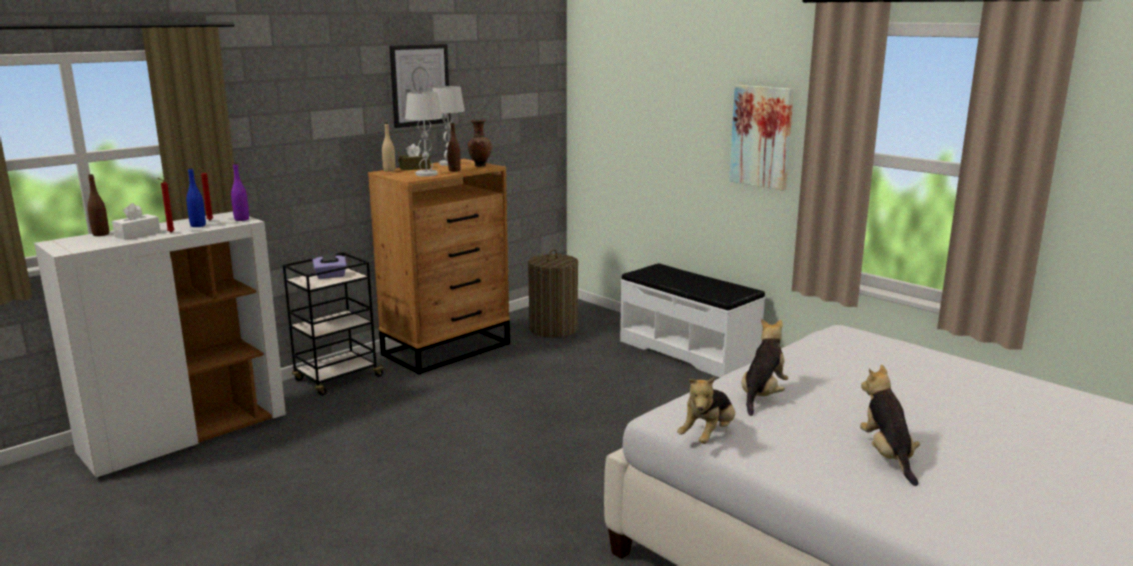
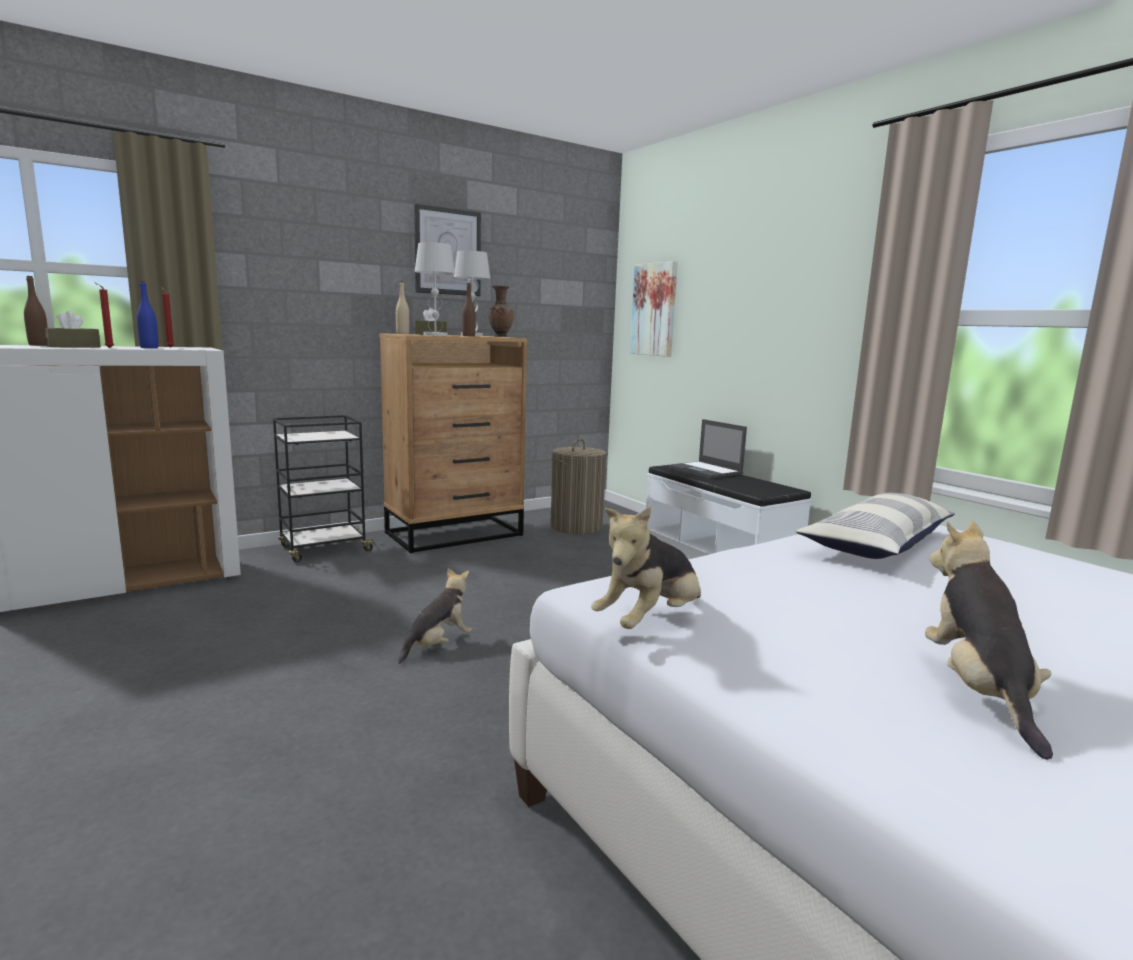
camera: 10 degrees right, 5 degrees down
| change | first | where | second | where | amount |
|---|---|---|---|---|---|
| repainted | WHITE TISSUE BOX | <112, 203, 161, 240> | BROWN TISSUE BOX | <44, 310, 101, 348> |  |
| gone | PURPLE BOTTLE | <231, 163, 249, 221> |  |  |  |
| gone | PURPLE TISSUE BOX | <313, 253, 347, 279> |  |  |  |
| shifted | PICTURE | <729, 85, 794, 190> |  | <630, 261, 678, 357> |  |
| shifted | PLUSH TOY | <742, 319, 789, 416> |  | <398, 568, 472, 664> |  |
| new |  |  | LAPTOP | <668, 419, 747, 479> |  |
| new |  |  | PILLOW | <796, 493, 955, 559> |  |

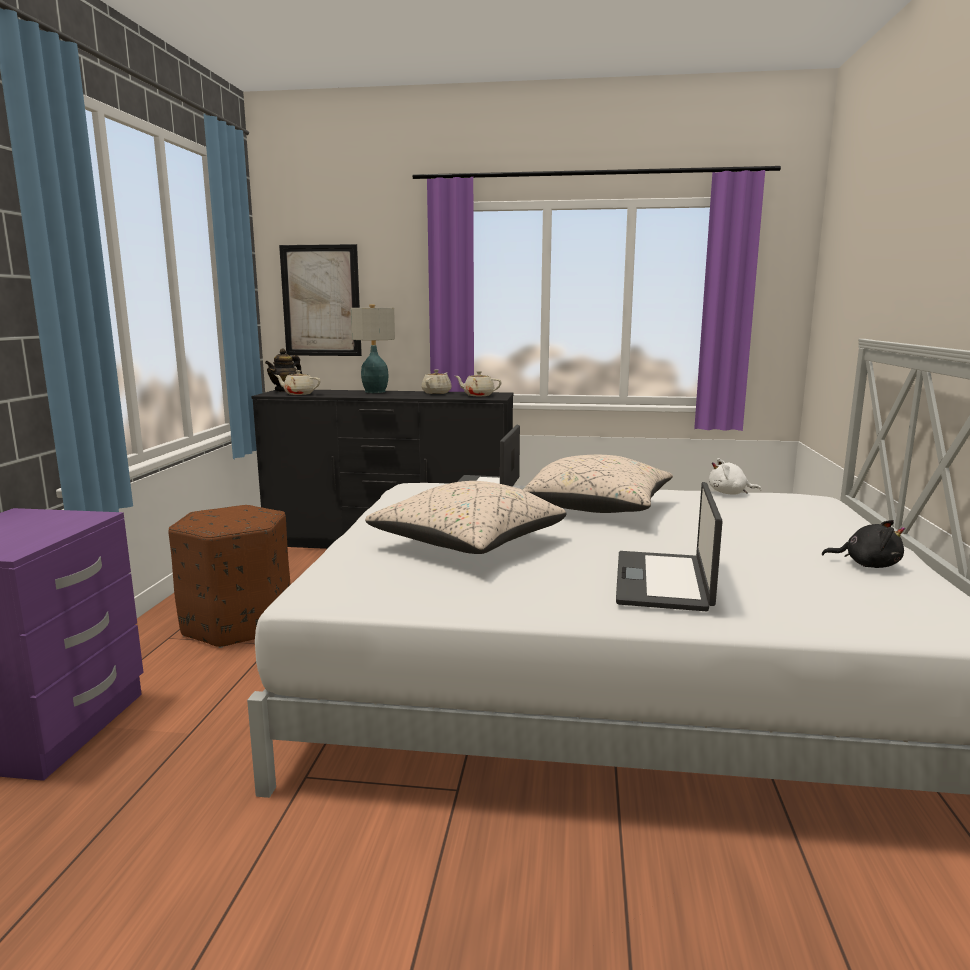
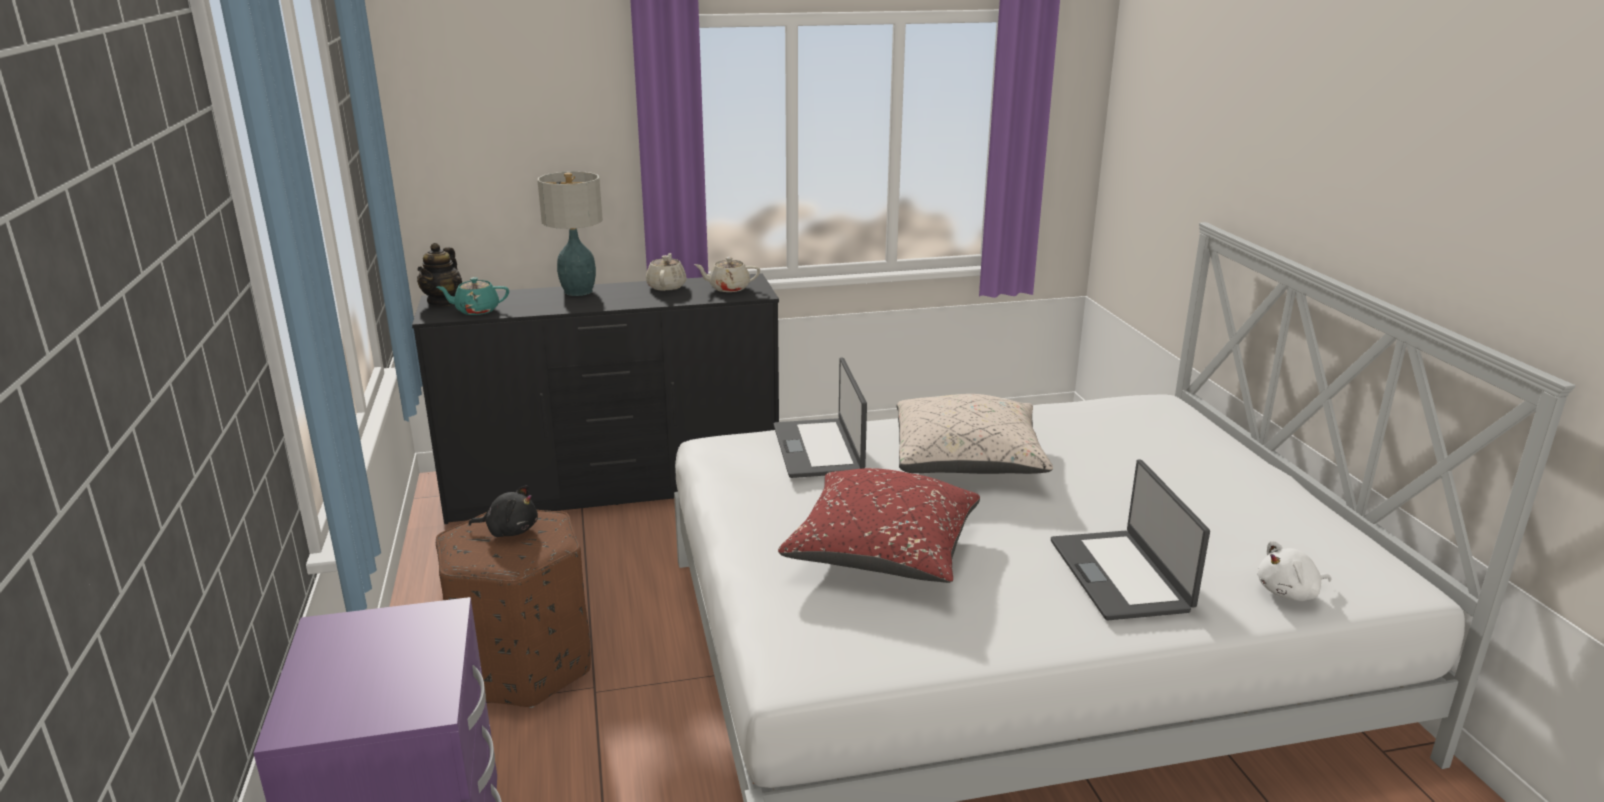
camera: 20 degrees left, 10 degrees up
| change | first | where | second | where | amount |
|---|---|---|---|---|---|
| repainted | BEIGE TEAPOT | <275, 370, 321, 395> | TURQUOISE TEAPOT | <437, 277, 509, 315> |  |
| gone | PICTURE | <279, 244, 362, 356> |  |  |  |
| repainted | BEIGE PILLOW | <365, 481, 566, 554> | RED PILLOW | <778, 468, 980, 583> |  |
| shifted | WHITE PLUSH TOY | <709, 458, 762, 494> |  | <1258, 541, 1331, 601> |  |
| shifted | BLACK PLUSH TOY | <822, 520, 905, 568> |  | <469, 485, 538, 537> |  |

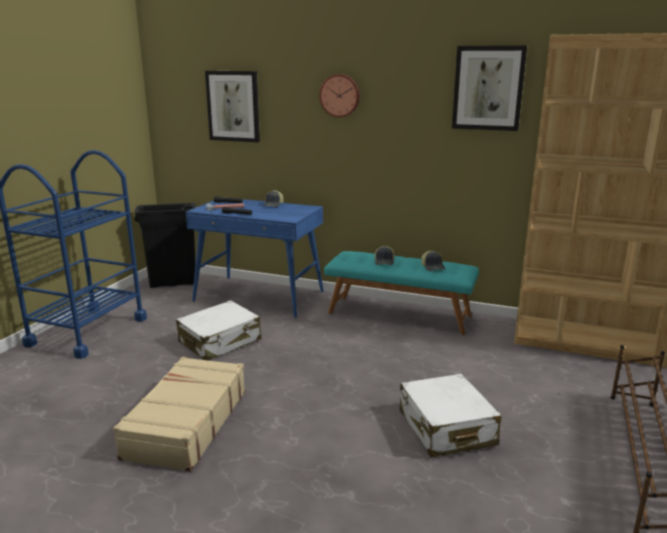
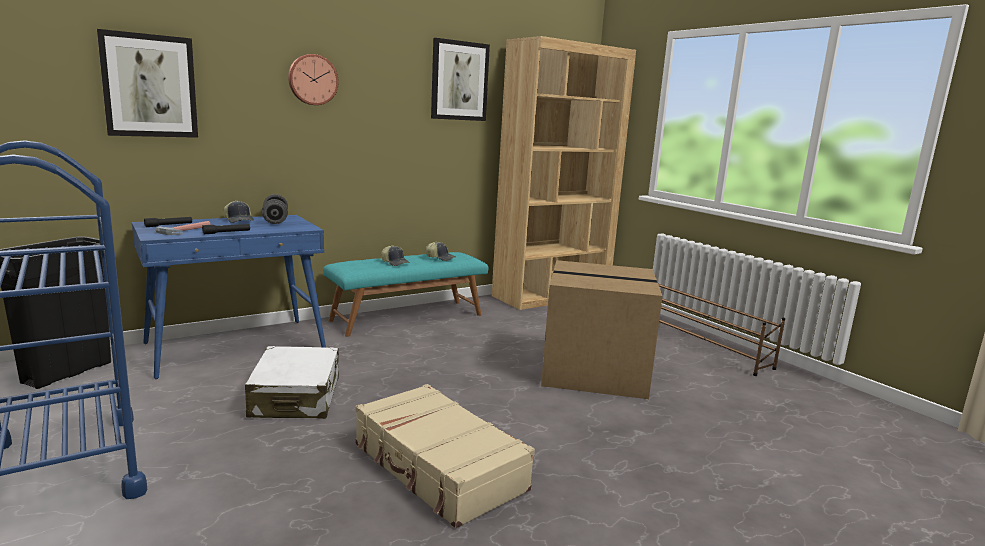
camera: 55 degrees left, 5 degrees down
| change | first | where | second | where | amount |
|---|---|---|---|---|---|
| swapped | WHITE SUITCASE | <400, 374, 502, 457> | CARDBOARD BOX | <541, 260, 663, 399> |  |
| new |  |  | GREY DUMBBELL | <262, 194, 288, 224> |  |

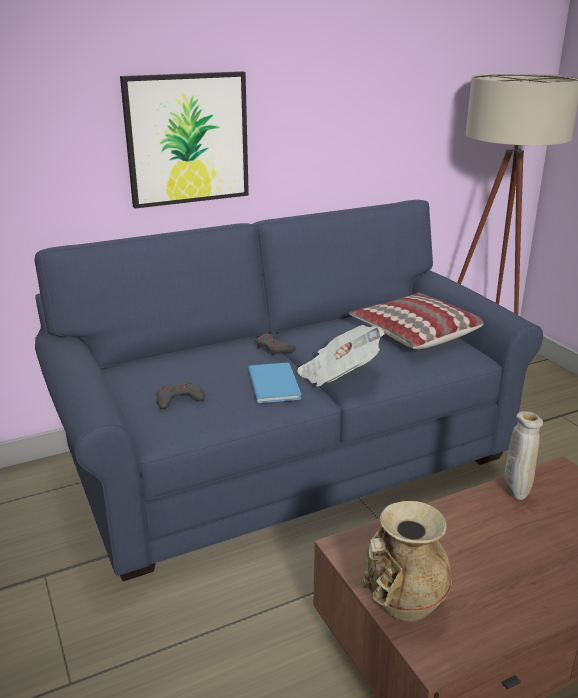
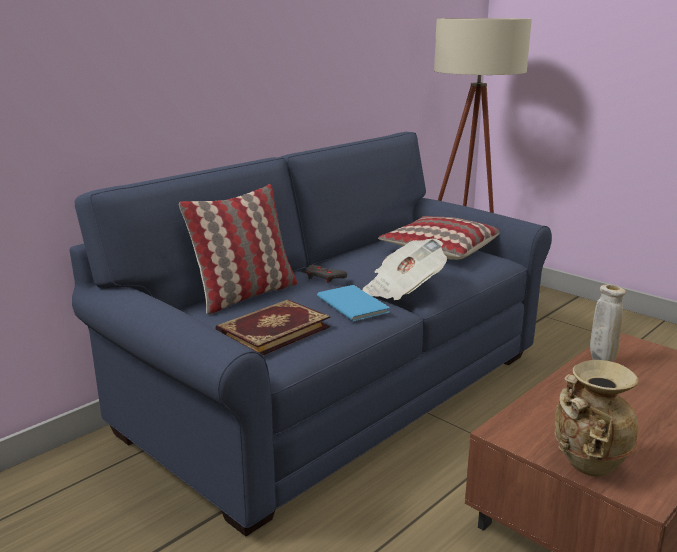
camera: 20 degrees left, 5 degrees down
| change | first | where | second | where | amount |
|---|---|---|---|---|---|
| gone | PICTURE | <120, 71, 249, 209> |  |  |  |
| swapped | GREY GAME CONTROLLER | <157, 382, 205, 409> | BOOK | <215, 299, 330, 355> |  |
| new |  |  | PILLOW | <179, 184, 297, 315> |  |

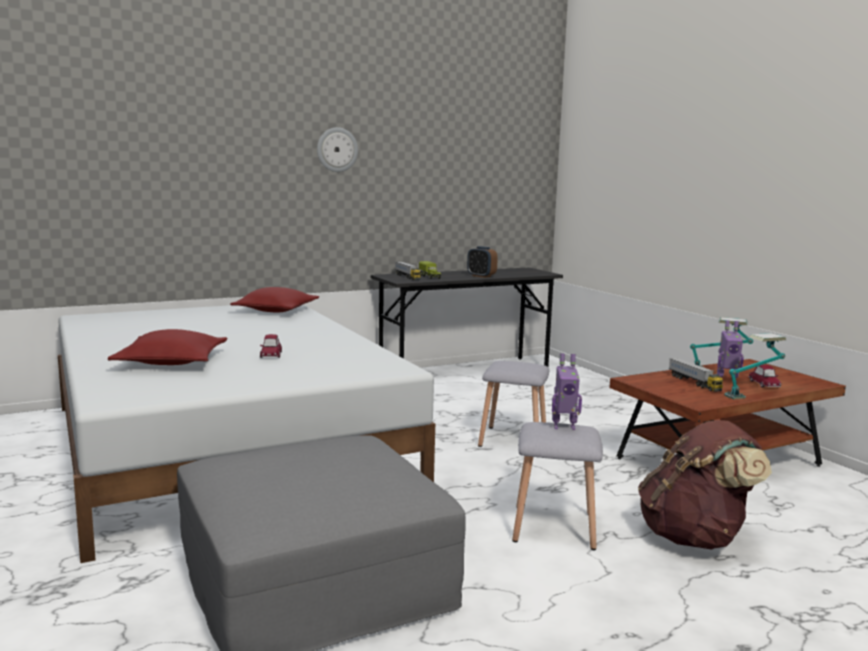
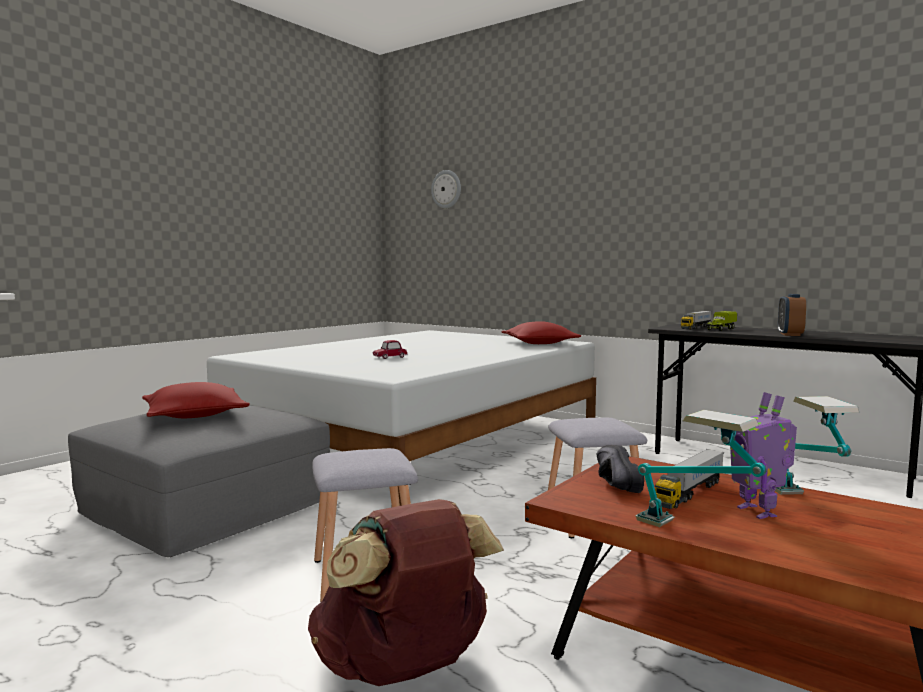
camera: 65 degrees right, 5 degrees down
| change | first | where | second | where | amount |
|---|---|---|---|---|---|
| shifted | RED PILLOW | <108, 329, 227, 365> |  | <142, 382, 250, 418> |  |
| shifted | WALL CLOCK | <317, 127, 358, 172> |  | <431, 170, 461, 209> |  |
| gone | TOY ROBOT | <552, 354, 582, 430> |  |  |  |
| gone | TOY CAR | <749, 365, 781, 388> |  |  |  |
| new |  |  | BLACK SHOE | <597, 445, 644, 493> |  |

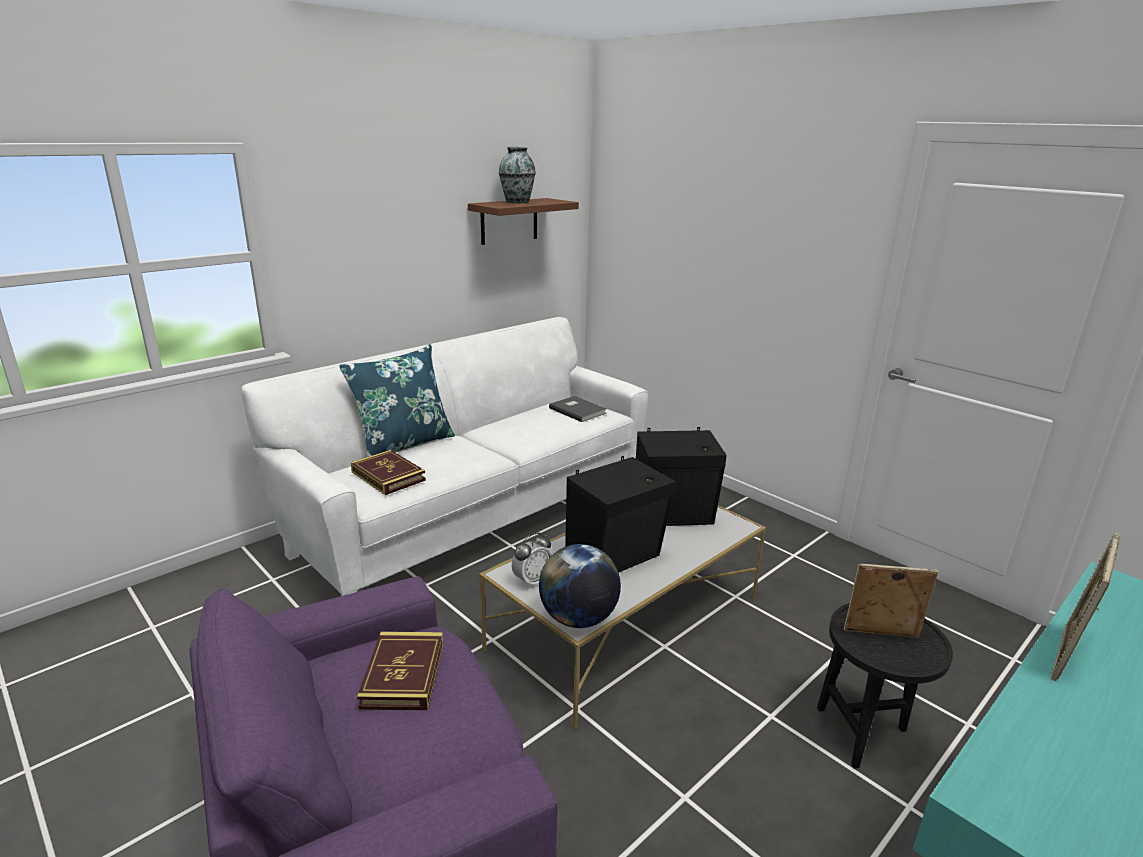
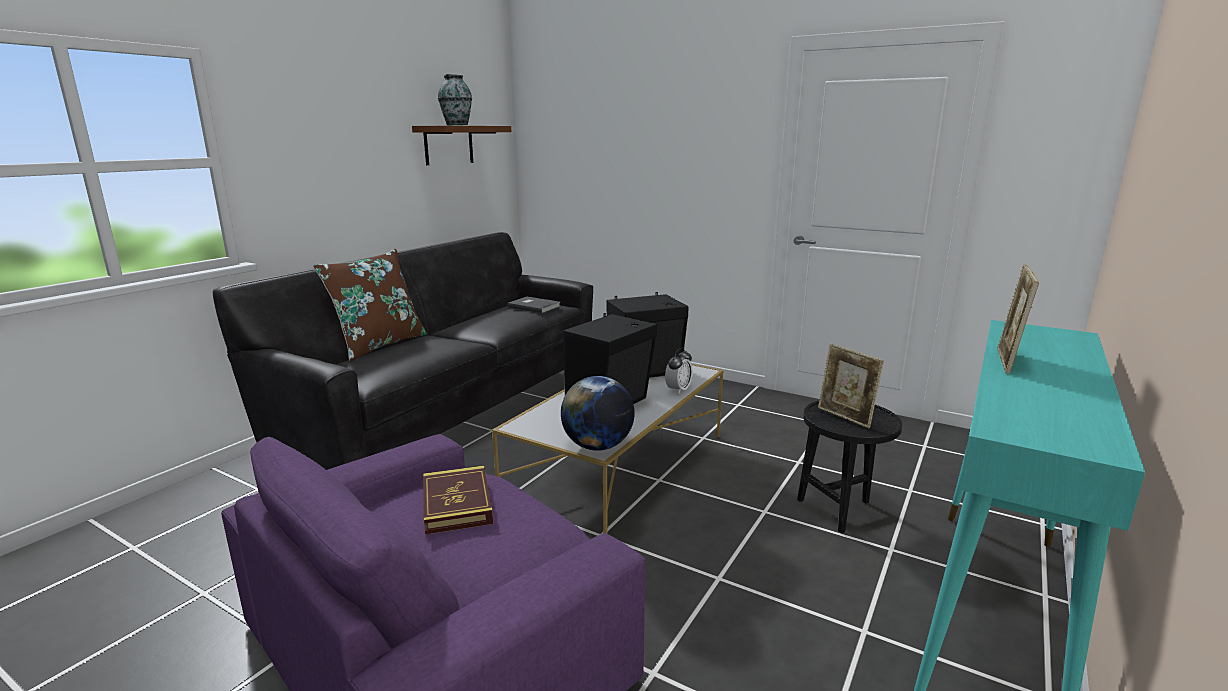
camera: 15 degrees left, 5 degrees down
| change | first | where | second | where | amount |
|---|---|---|---|---|---|
| repainted | WHITE SOFA | <242, 317, 649, 596> | BLACK SOFA | <213, 232, 593, 470> |  |
| repainted | BLUE PILLOW | <339, 344, 455, 457> | BROWN PILLOW | <313, 249, 427, 361> |  |
| gone | BOOK | <351, 450, 426, 495> |  |  |  |
| shifted | ALARM CLOCK | <512, 533, 552, 589> |  | <665, 348, 693, 394> |  |
| rotated | PICTURE FRAME | <844, 564, 938, 638> |  | <818, 344, 884, 428> | 120 degrees counterclockwise |

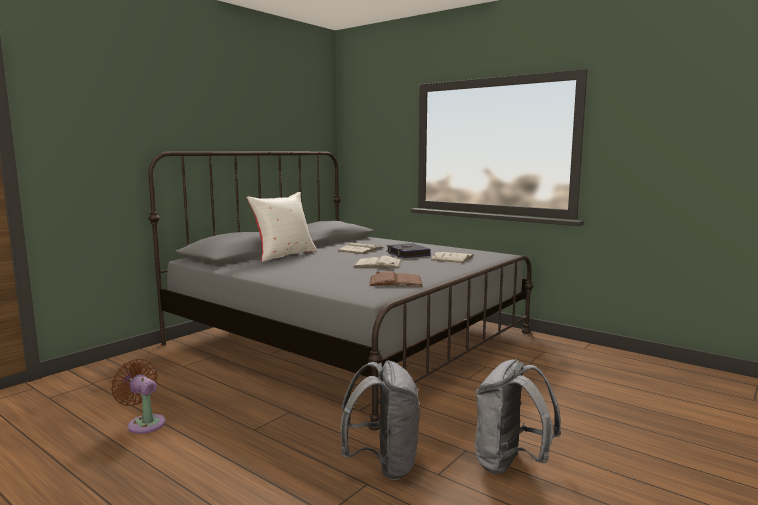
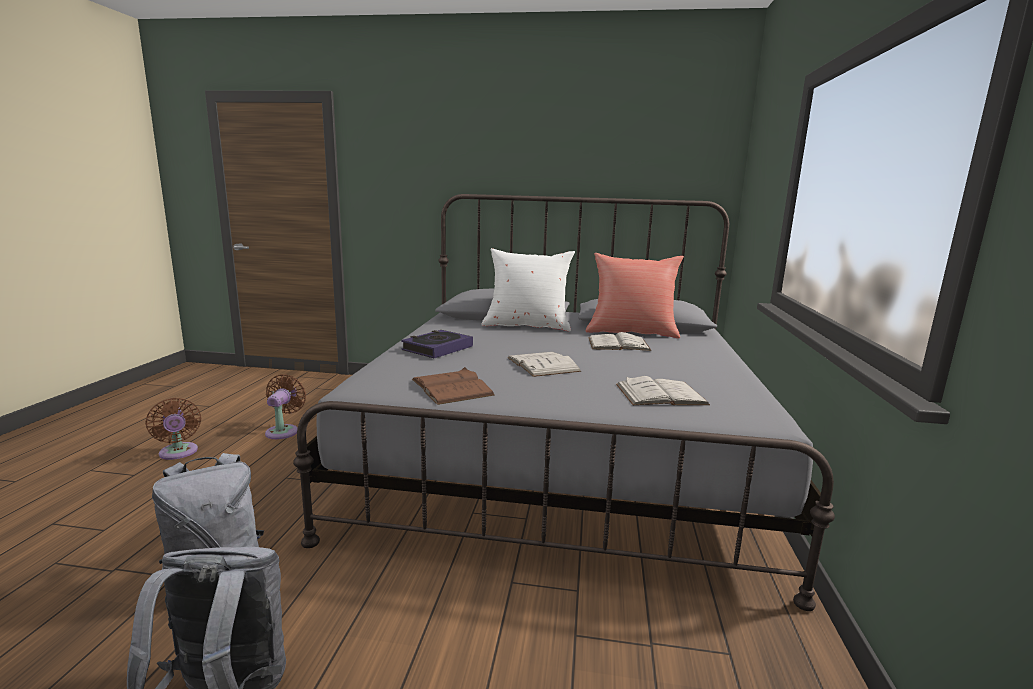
camera: 60 degrees right, 5 degrees up
| change | first | where | second | where | amount |
|---|---|---|---|---|---|
| shifted | BOOK | <386, 243, 431, 258> |  | <401, 330, 473, 358> |  |
| new |  |  | BROWN FAN | <145, 398, 201, 460> |  |
| new |  |  | RED PILLOW | <585, 253, 684, 339> |  |

